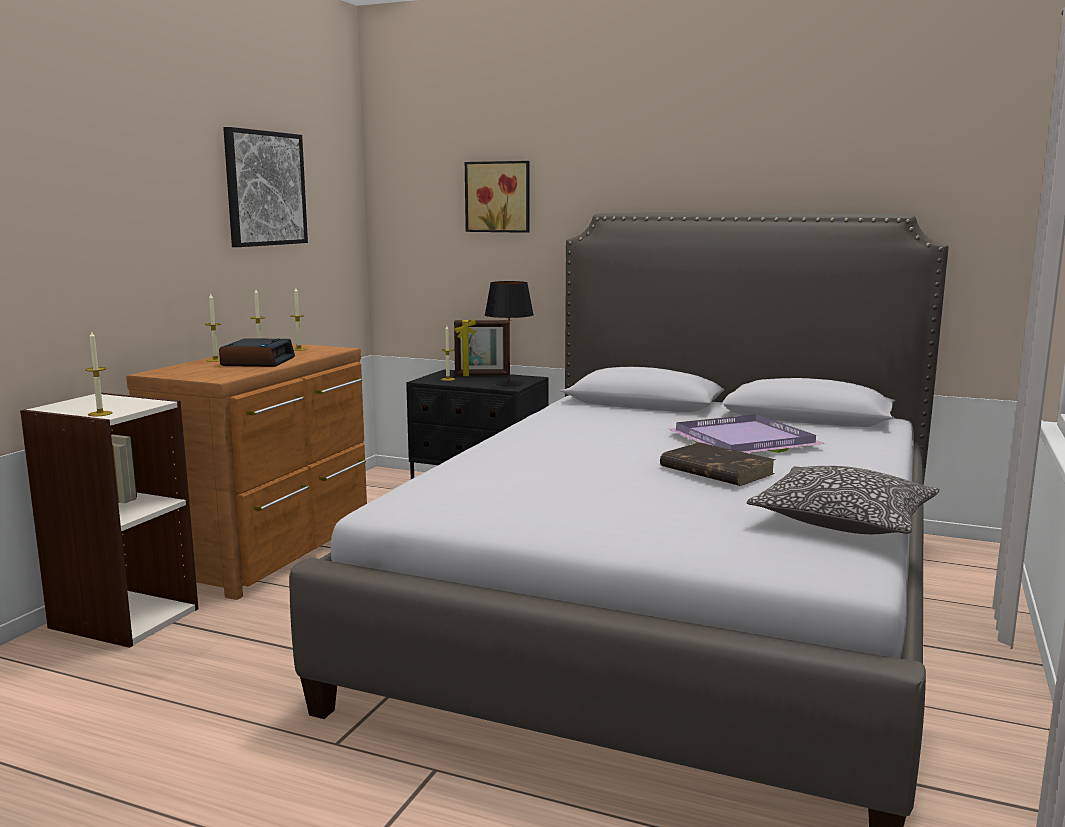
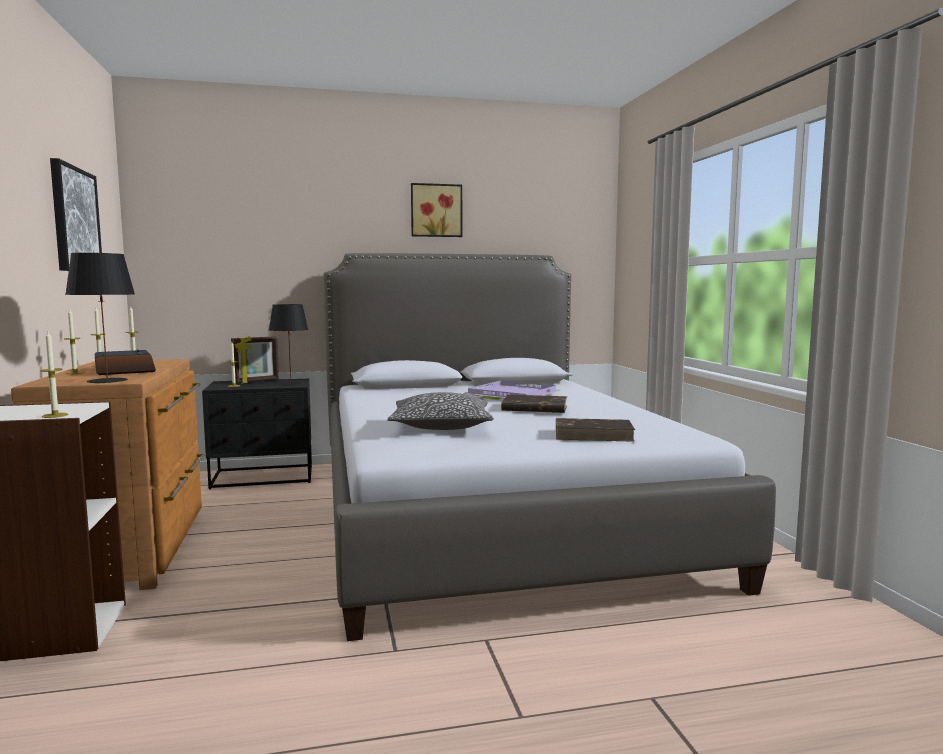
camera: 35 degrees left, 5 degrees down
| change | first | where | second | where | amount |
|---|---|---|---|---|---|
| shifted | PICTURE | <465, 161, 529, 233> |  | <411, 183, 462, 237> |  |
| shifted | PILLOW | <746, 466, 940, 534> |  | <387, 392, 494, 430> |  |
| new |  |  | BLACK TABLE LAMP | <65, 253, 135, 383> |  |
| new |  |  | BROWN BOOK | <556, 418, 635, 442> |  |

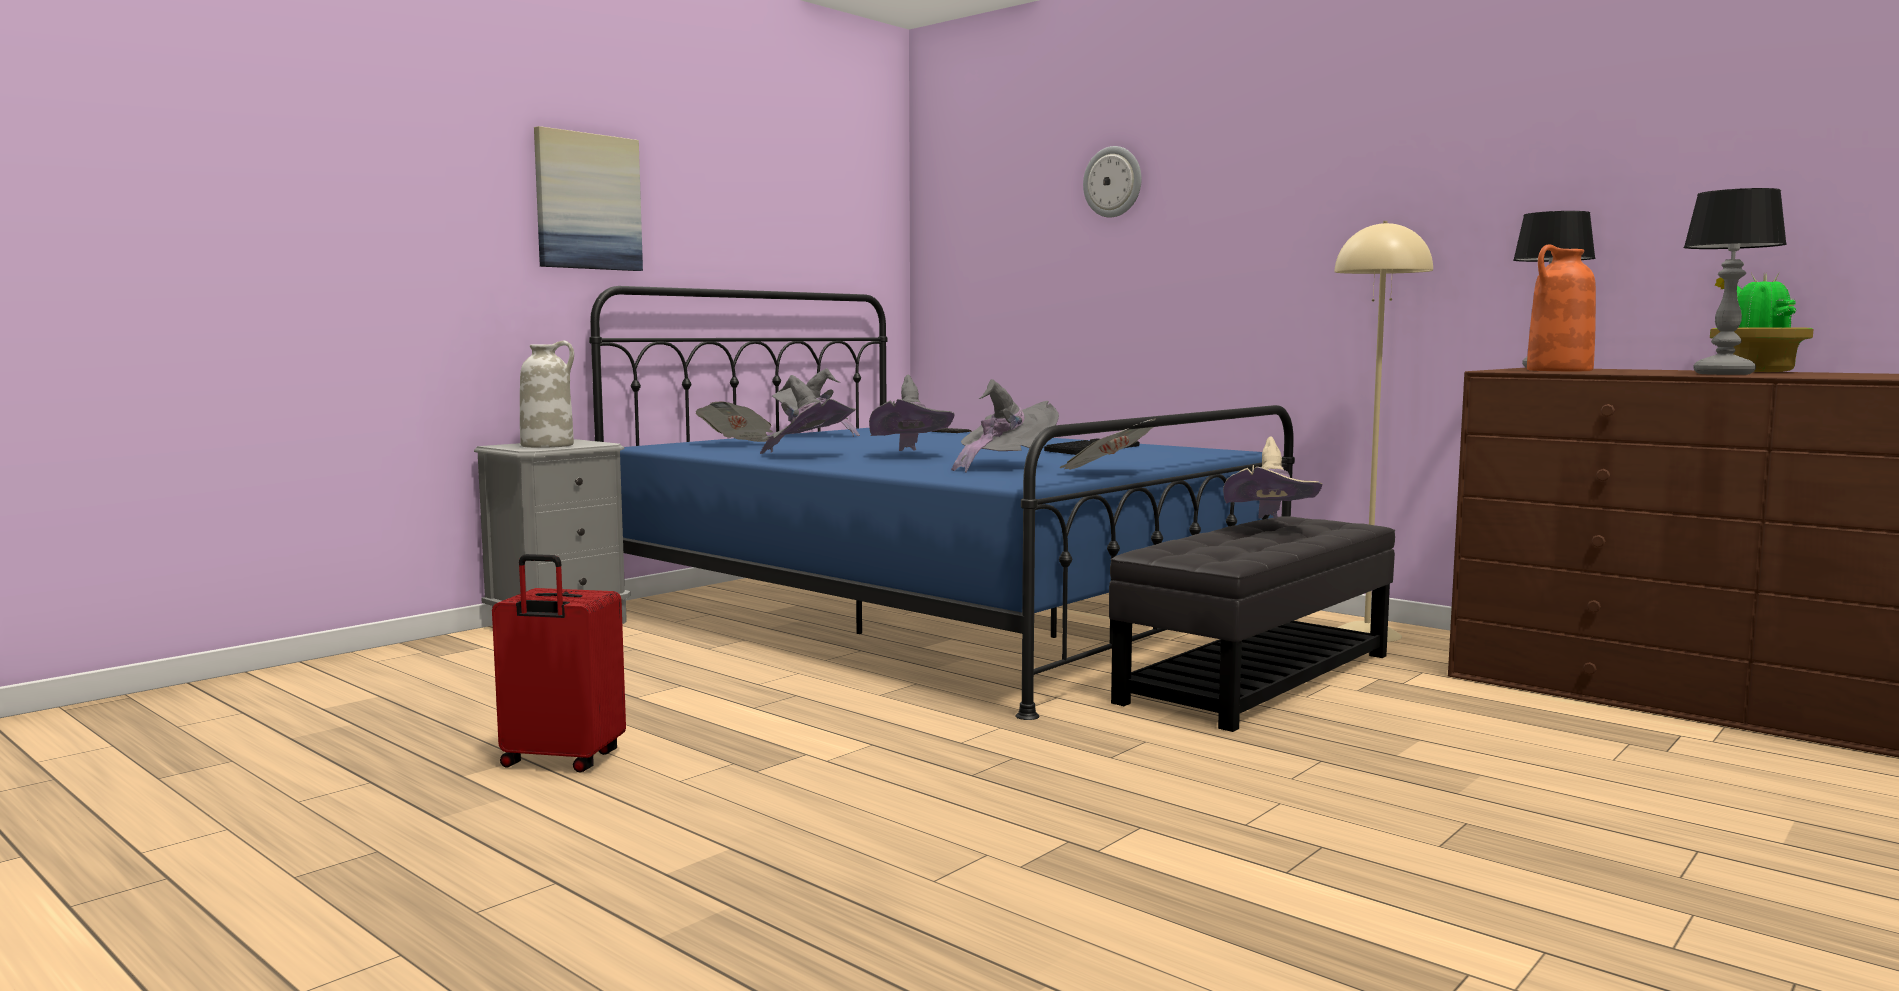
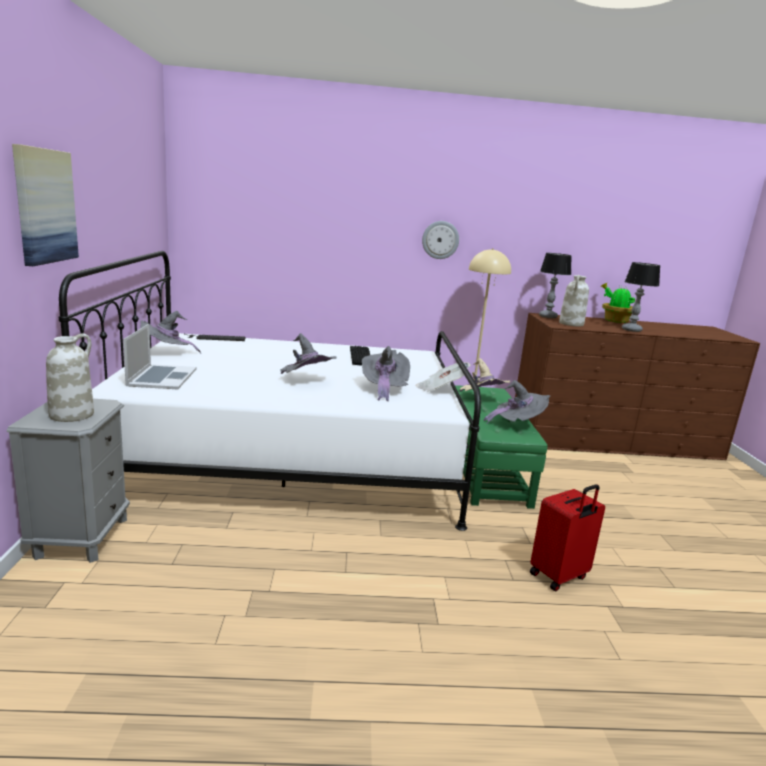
camera: 45 degrees left, 10 degrees up
| change | first | where | second | where | amount |
|---|---|---|---|---|---|
| shifted | RED SUITCASE | <492, 554, 626, 773> |  | <530, 484, 605, 591> |  |
| repainted | BLUE BED | <589, 286, 1295, 720> | WHITE BED | <59, 251, 481, 531> |  |
| swapped | NEWSPAPER | <696, 402, 773, 442> | LAPTOP | <123, 324, 196, 389> |  |
| shifted | GREY HAT | <760, 375, 856, 454> |  | <484, 380, 550, 424> |  |
| shifted | WALL CLOCK | <1083, 146, 1142, 218> |  | <422, 221, 459, 259> |  |
| repainted | BLACK OTTOMAN | <1109, 516, 1395, 732> | GREEN OTTOMAN | <454, 386, 548, 509> |  |
| repainted | ORANGE VASE | <1527, 244, 1596, 371> | WHITE VASE | <559, 275, 589, 326> |  |

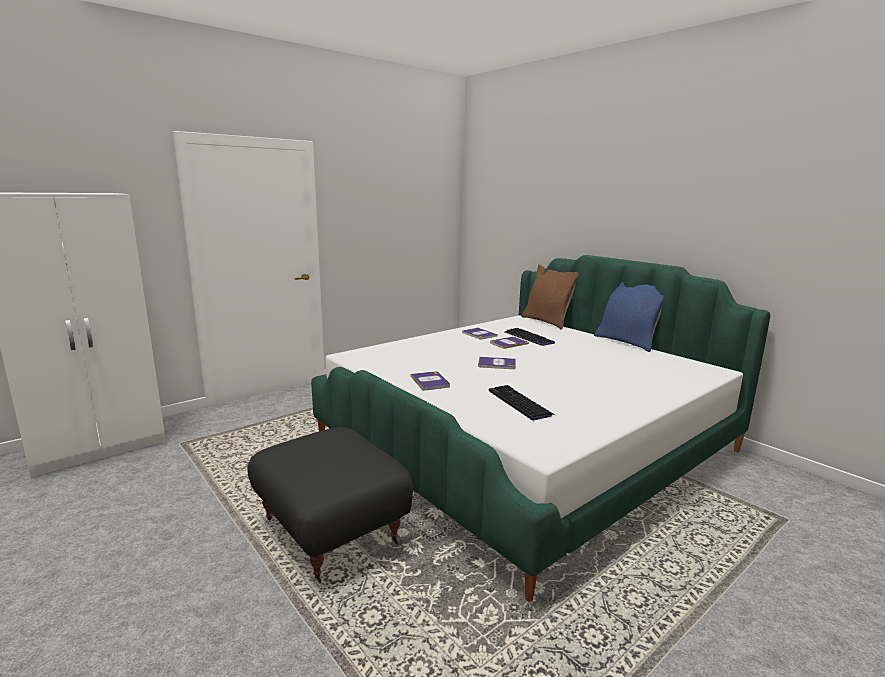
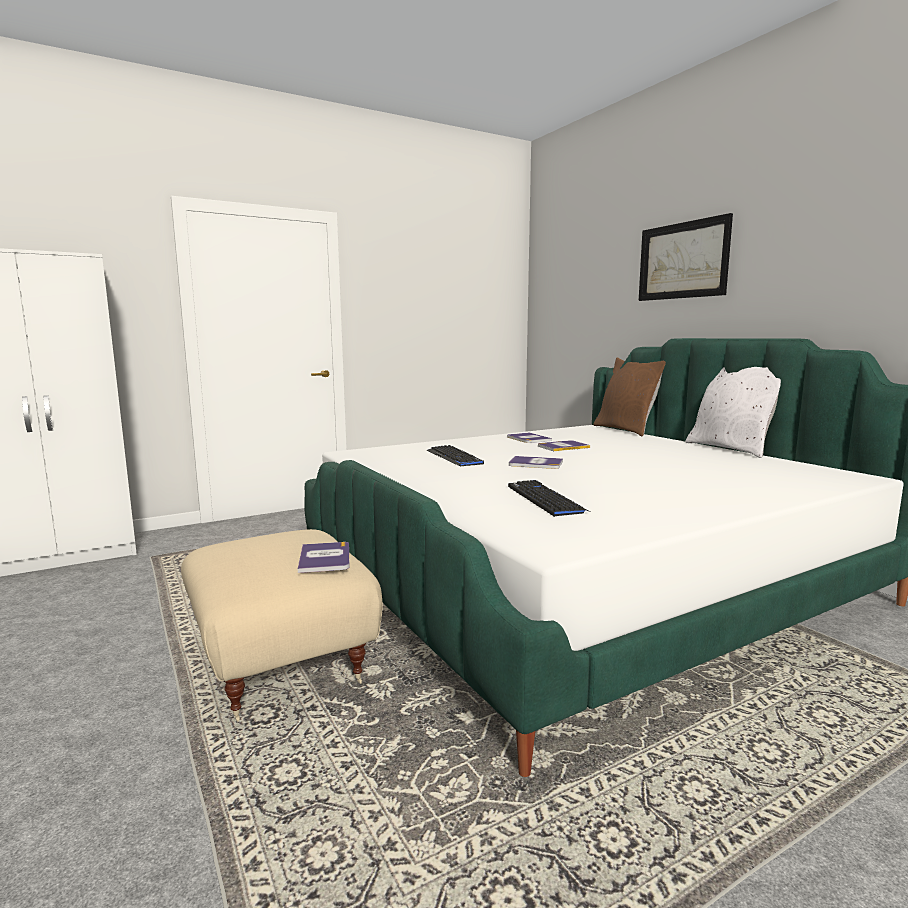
camera: 10 degrees right, 5 degrees down
| change | first | where | second | where | amount |
|---|---|---|---|---|---|
| repainted | BLACK OTTOMAN | <247, 427, 413, 583> | BEIGE OTTOMAN | <181, 529, 382, 722> |  |
| shifted | BOOK | <410, 371, 450, 391> |  | <298, 542, 349, 573> |  |
| shifted | KEYBOARD | <505, 328, 555, 346> |  | <426, 445, 484, 466> |  |
| repainted | BLUE PILLOW | <594, 282, 664, 352> | WHITE PILLOW | <685, 367, 781, 458> |  |
| new |  |  | PICTURE | <639, 213, 733, 301> |  |

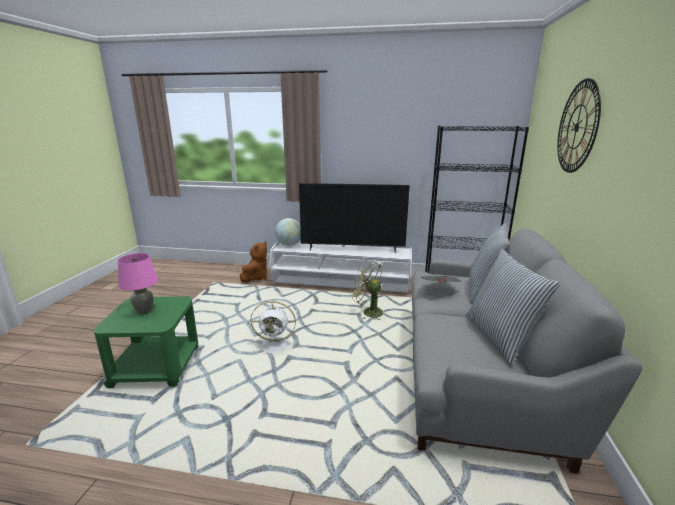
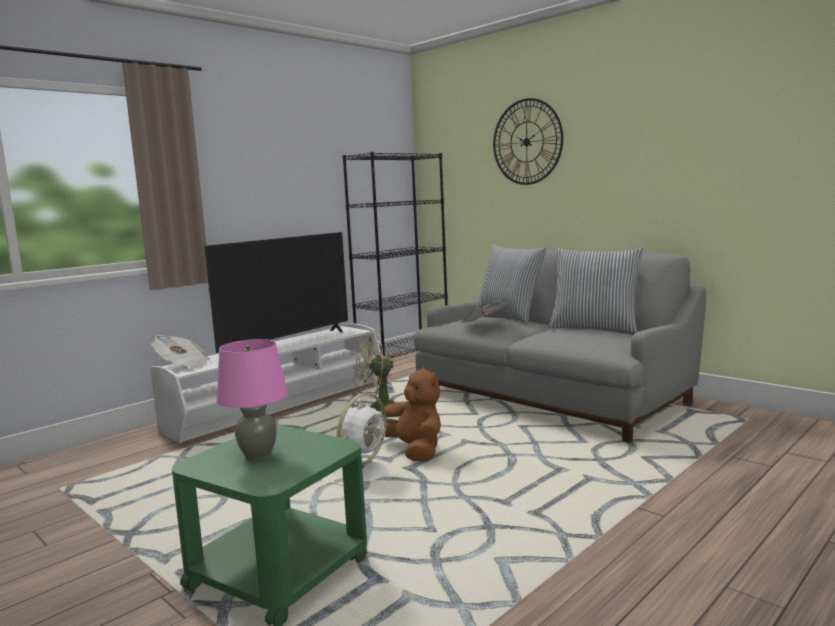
camera: 55 degrees left, 10 degrees down
| change | first | where | second | where | amount |
|---|---|---|---|---|---|
| shifted | BROWN PLUSH TOY | <240, 241, 267, 282> |  | <384, 366, 441, 462> |  |
| swapped | GLOBE | <275, 218, 301, 246> | NEWSPAPER | <151, 335, 210, 369> |  |

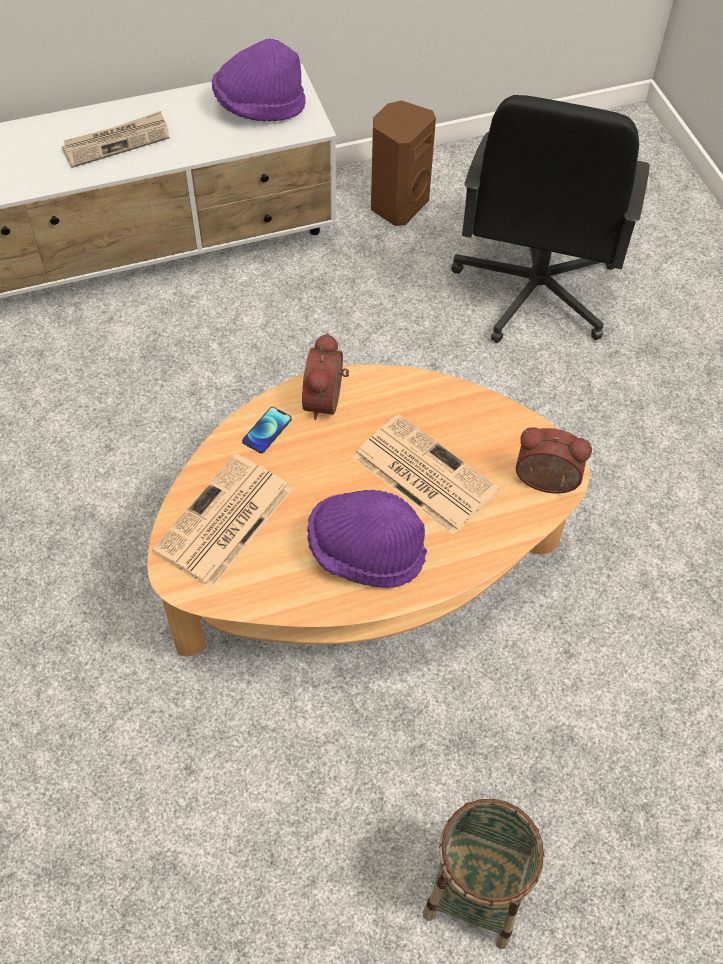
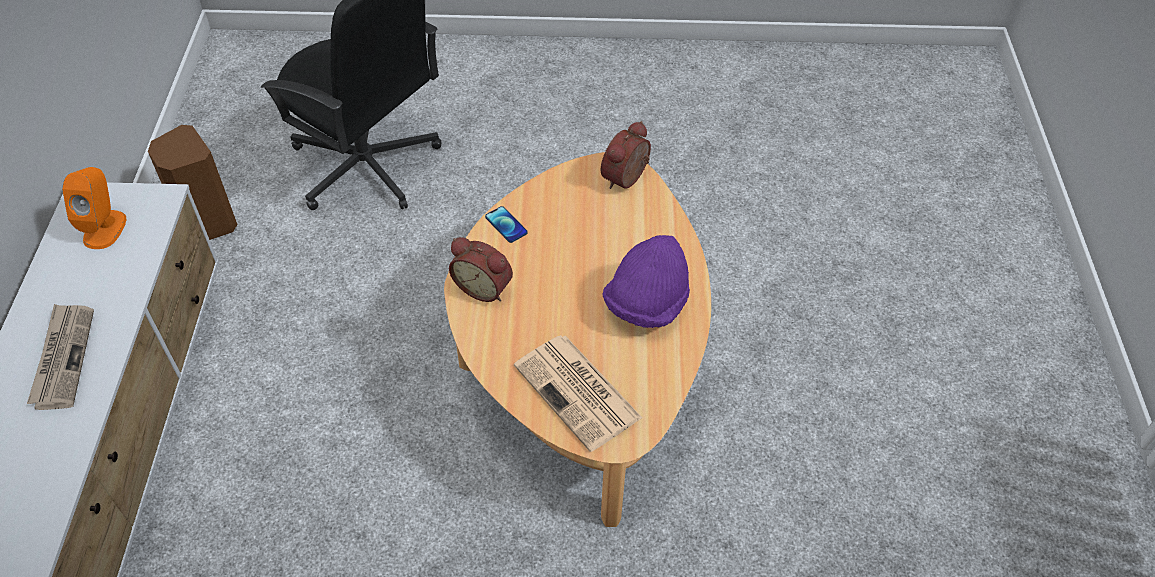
camera: 70 degrees left, 5 degrees down
| change | first | where | second | where | amount |
|---|---|---|---|---|---|
| swapped | PURPLE HAT | <212, 39, 306, 122> | ORANGE SPEAKER | <62, 167, 126, 249> |  |
| shifted | PHONE | <242, 407, 292, 453> |  | <485, 206, 528, 243> |  |
| gone | NEWSPAPER | <353, 414, 499, 535> |  |  |  |
| gone | BASKET | <423, 799, 545, 949> |  |  |  |

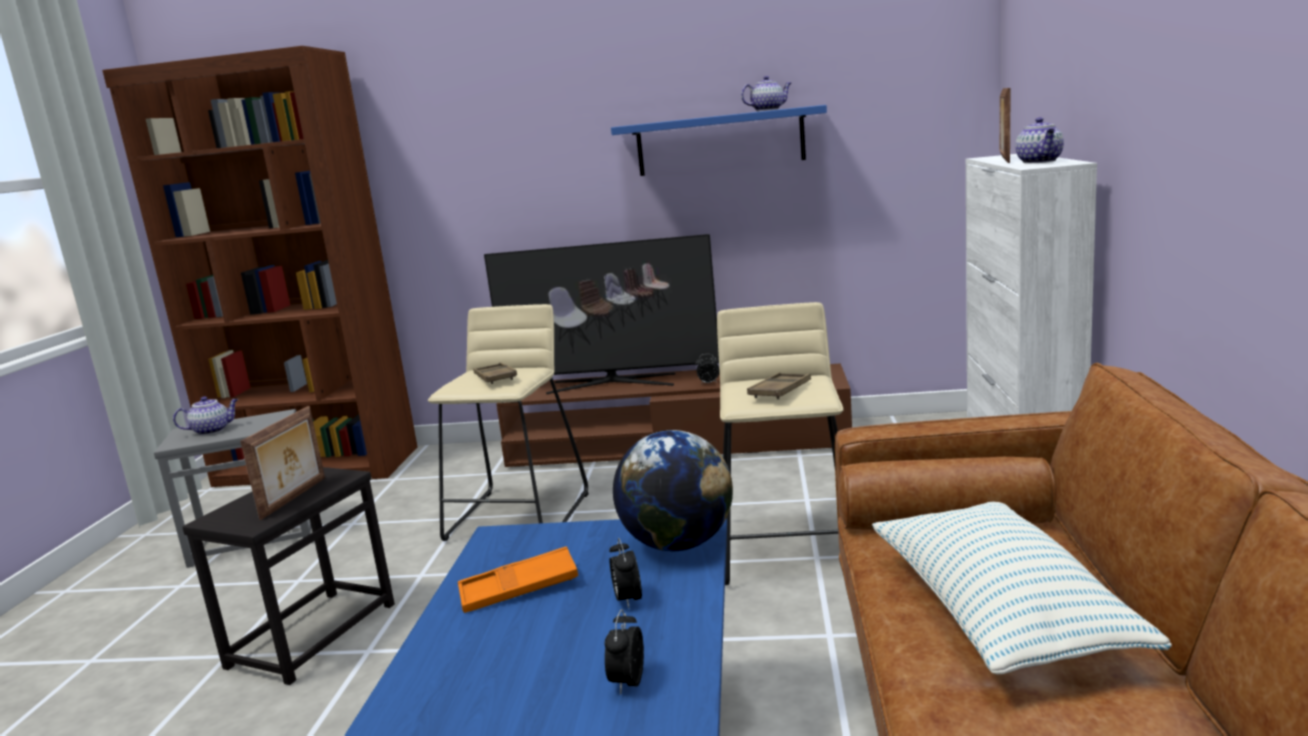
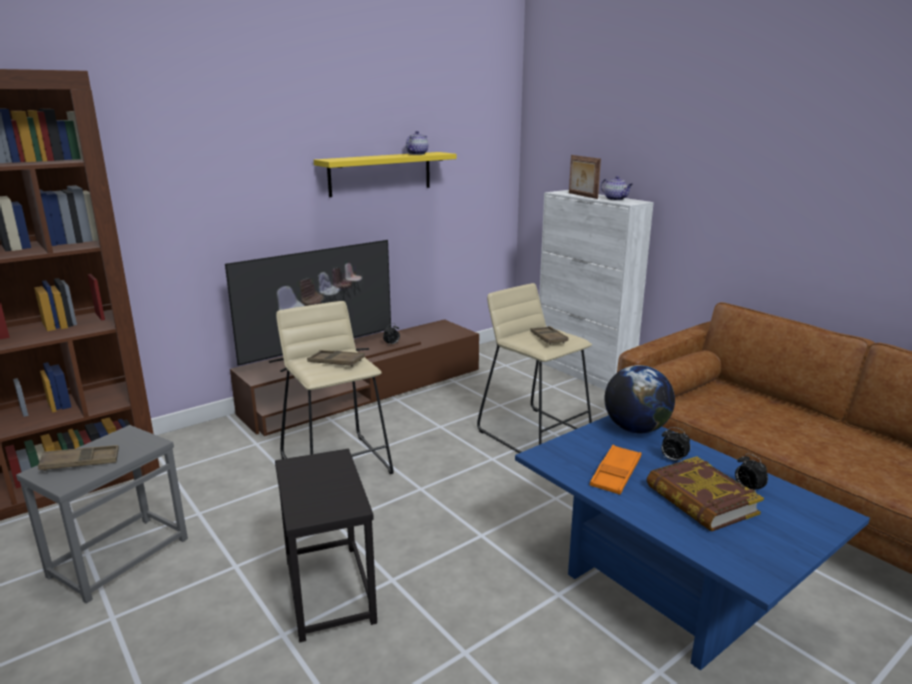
camera: 45 degrees left, 5 degrees up
| change | first | where | second | where | amount |
|---|---|---|---|---|---|
| swapped | TEAPOT | <173, 396, 239, 435> | BROWN TRAY | <38, 445, 119, 471> |  |
| gone | PICTURE FRAME | <240, 406, 325, 520> |  |  |  |
| repainted | BLUE SHELF | <611, 105, 827, 176> | YELLOW SHELF | <314, 152, 457, 197> |  |
| gone | PILLOW | <872, 502, 1172, 674> |  |  |  |
| new |  |  | BOOK | <646, 456, 764, 532> |  |

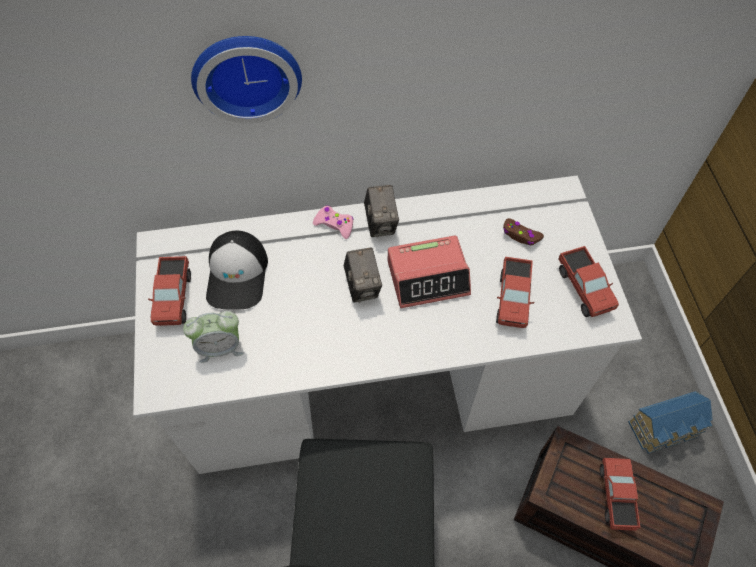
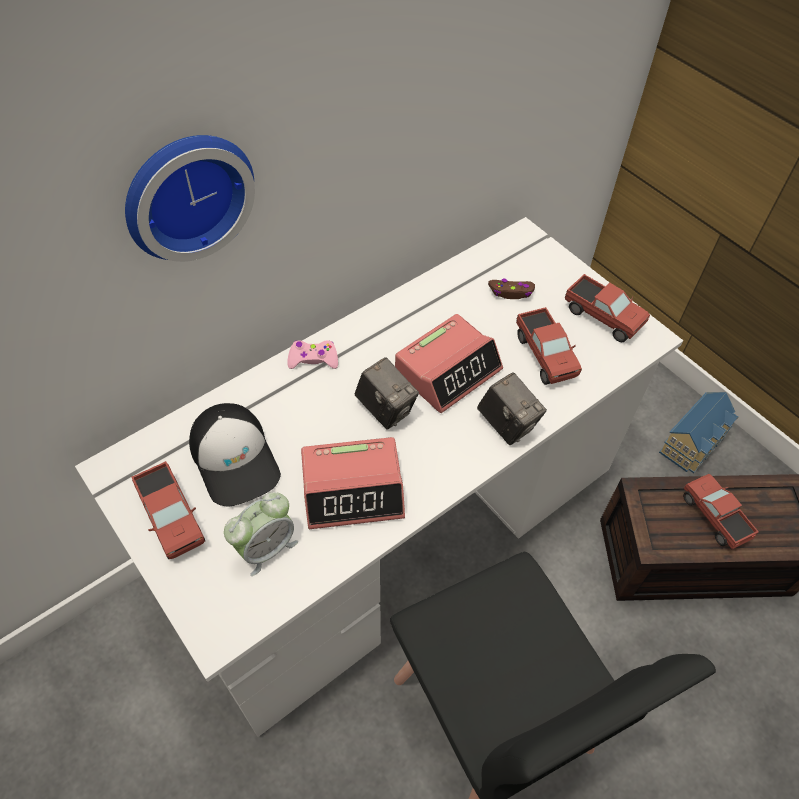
camera: 30 degrees left, 5 degrees down
| change | first | where | second | where | amount |
|---|---|---|---|---|---|
| shifted | PHOTO CAMERA | <364, 185, 399, 237> |  | <477, 373, 547, 445> |  |
| new |  |  | ALARM CLOCK | <301, 437, 405, 529> |  |

